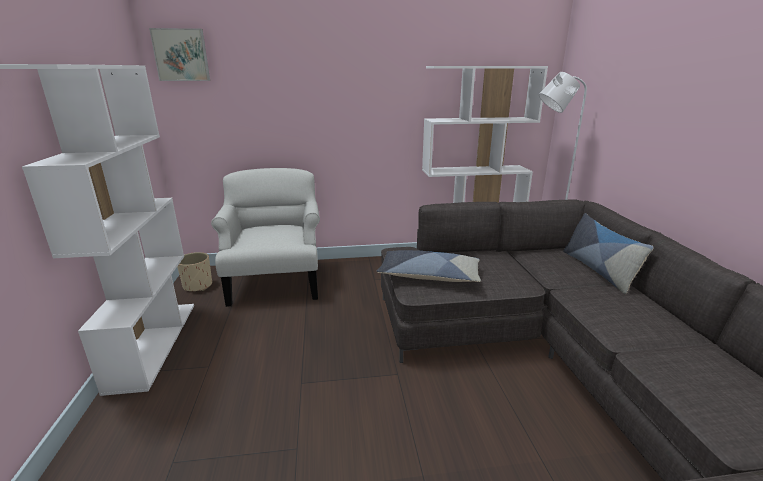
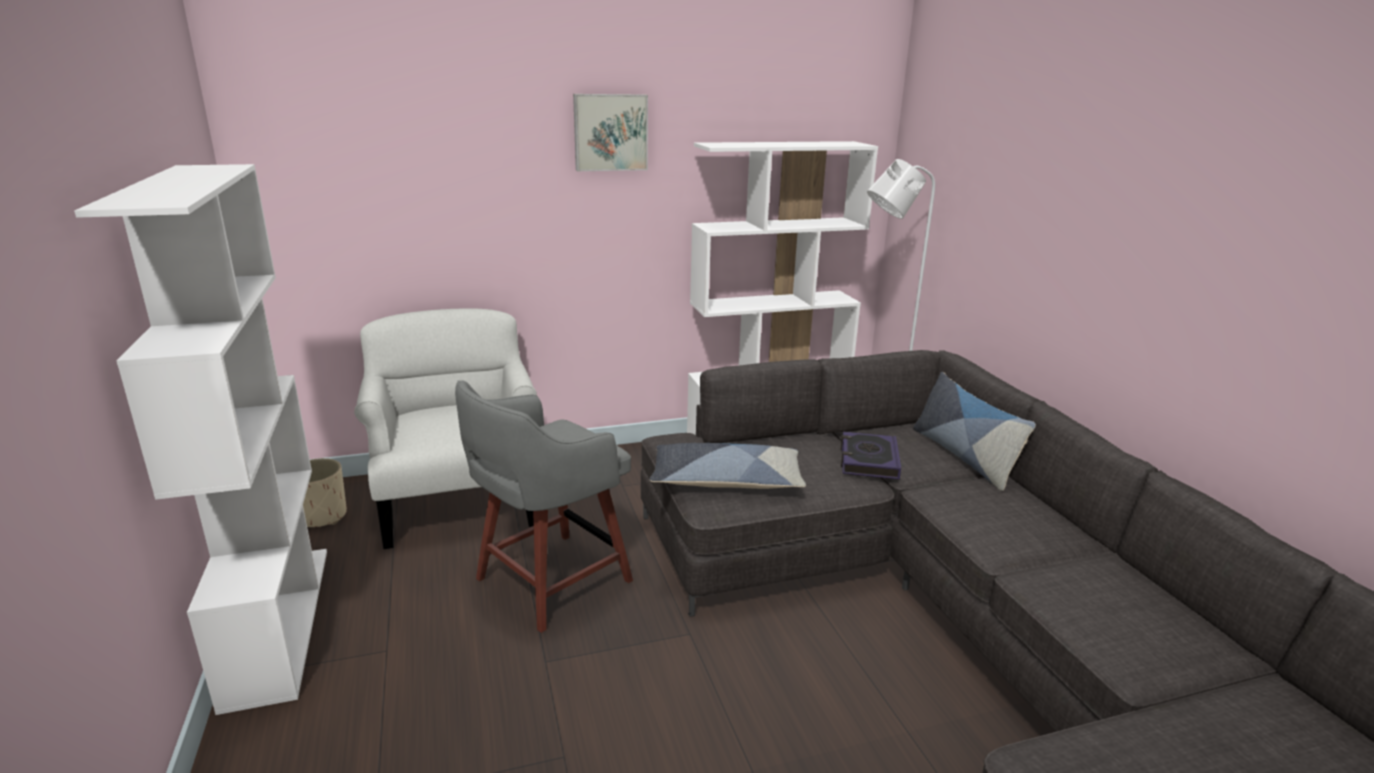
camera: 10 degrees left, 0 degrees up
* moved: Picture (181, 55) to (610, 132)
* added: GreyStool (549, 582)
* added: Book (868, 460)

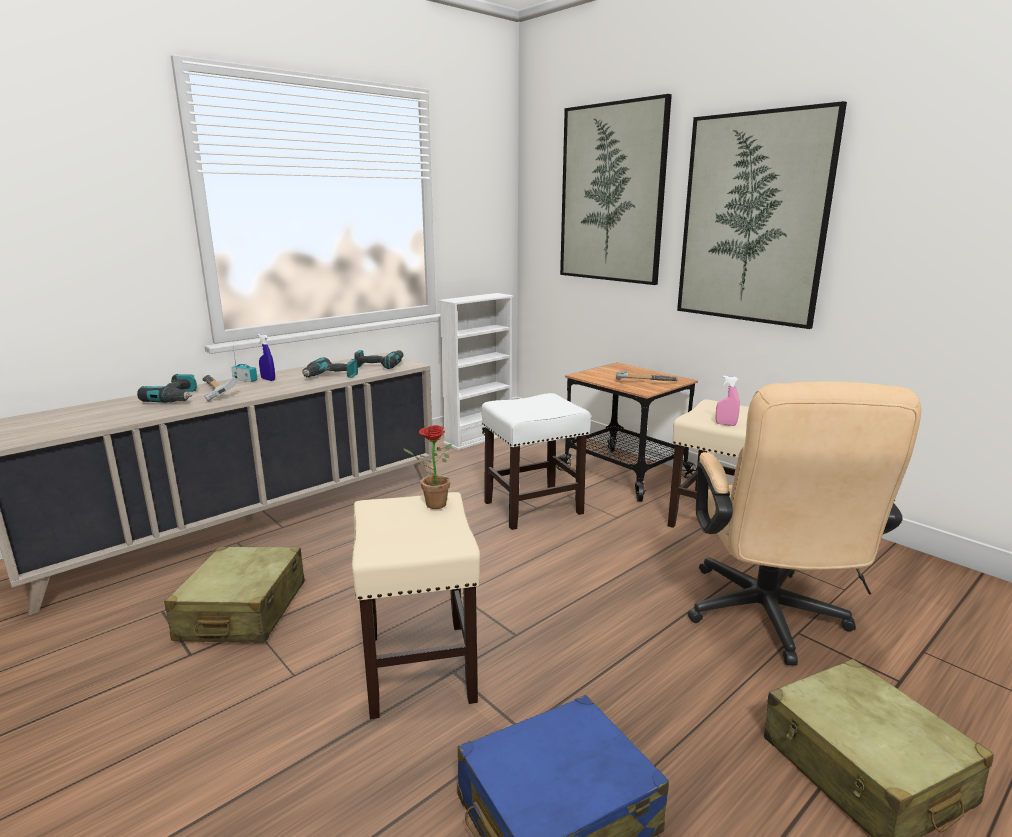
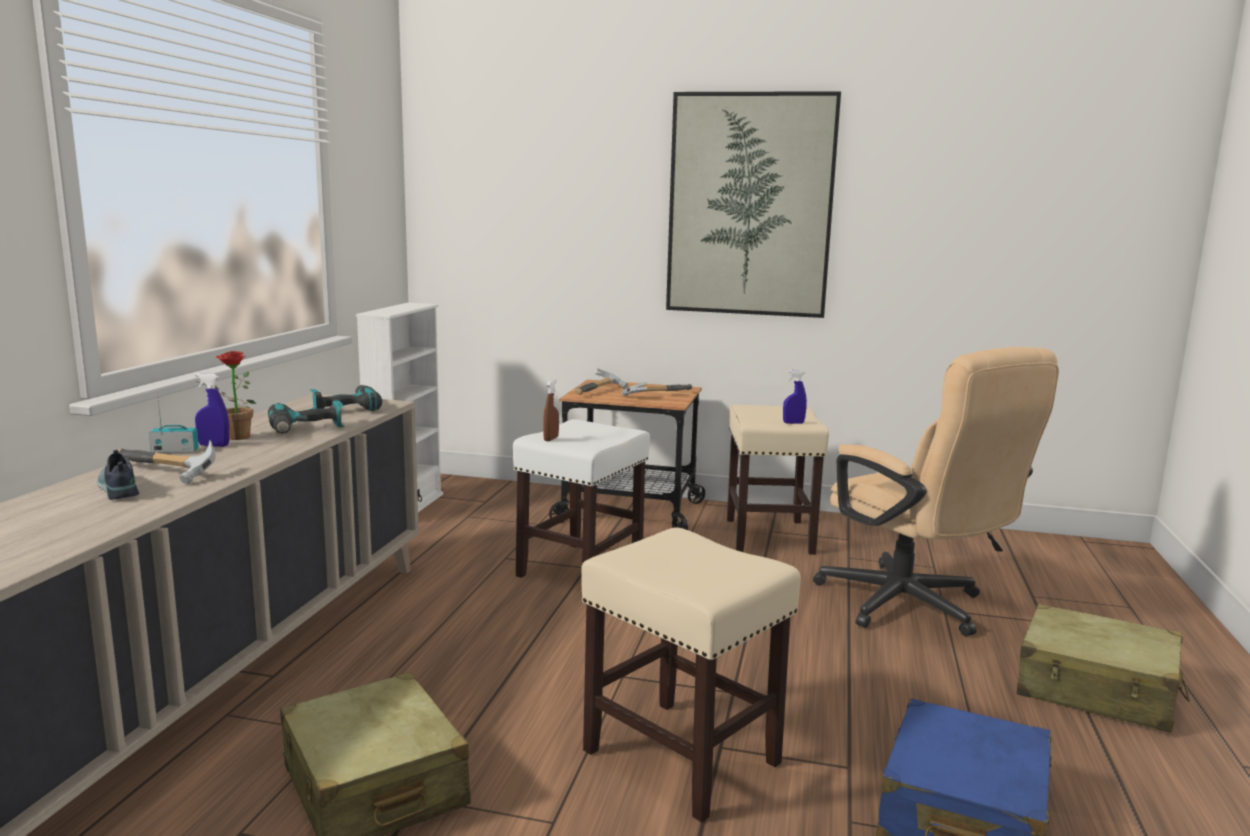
camera: 35 degrees left, 5 degrees down
* replaced: PowerDrill (177, 398) to Shoe (117, 489)
* moved: PottedPlant (431, 504) to (233, 437)
* removed: Picture (611, 194)
* recoloured: PinkSprayBottle (725, 424) to BlueSprayBottle (793, 423)
* added: BrownSprayBottle (551, 439)
* added: Hammer (601, 392)

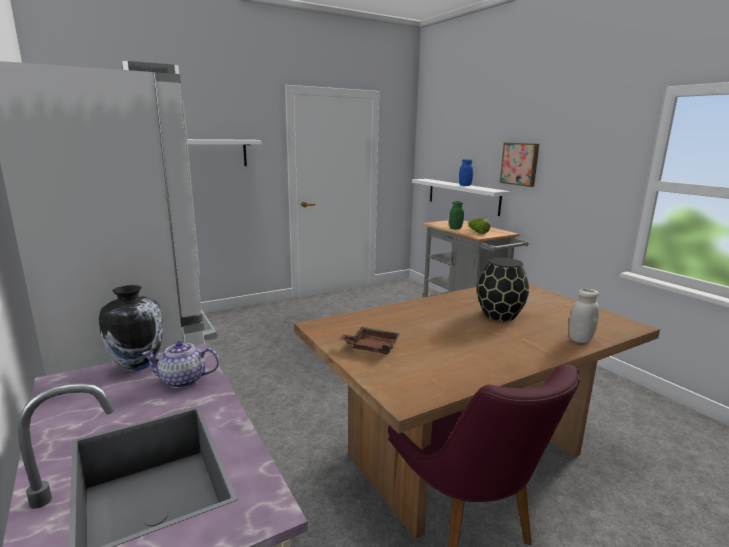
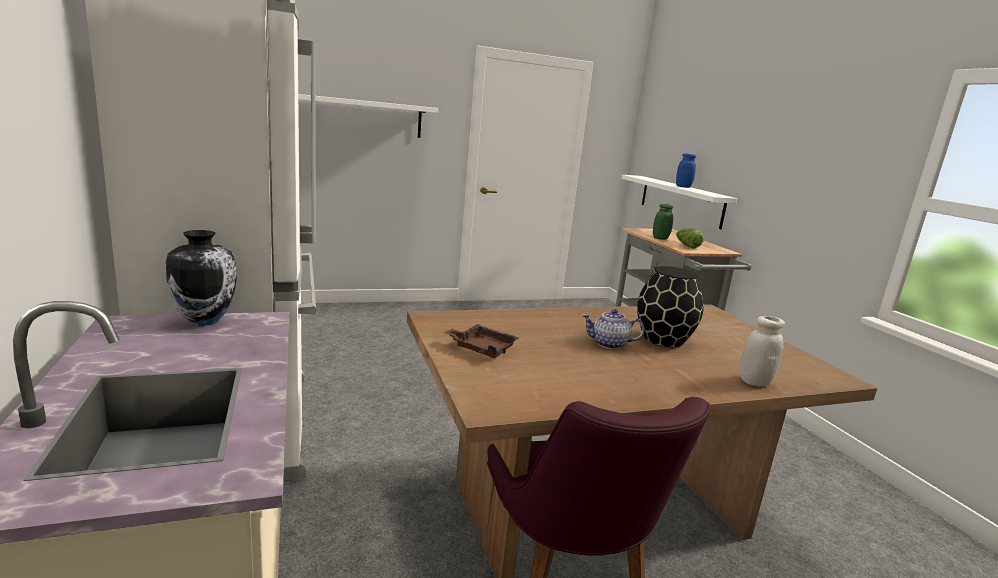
camera: 10 degrees right, 0 degrees up
* moved: Teapot (182, 381) to (609, 344)
* removed: Picture (520, 164)

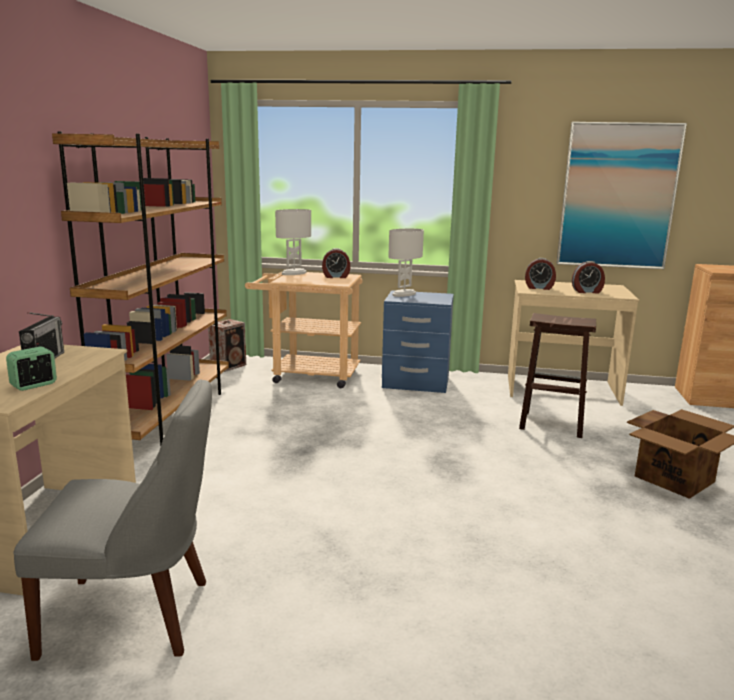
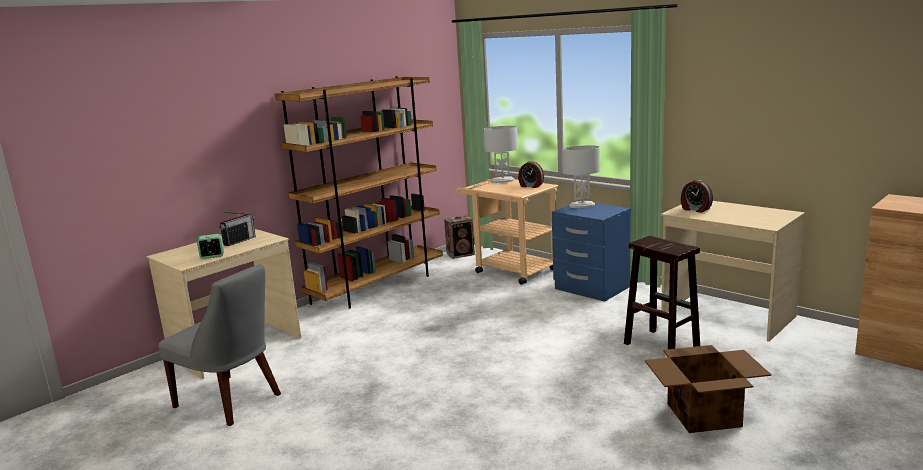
camera: 35 degrees right, 0 degrees up
* removed: Picture (618, 196)
* removed: AlarmClock (587, 291)

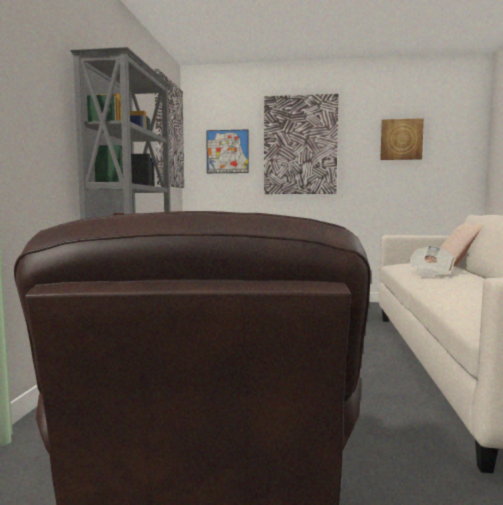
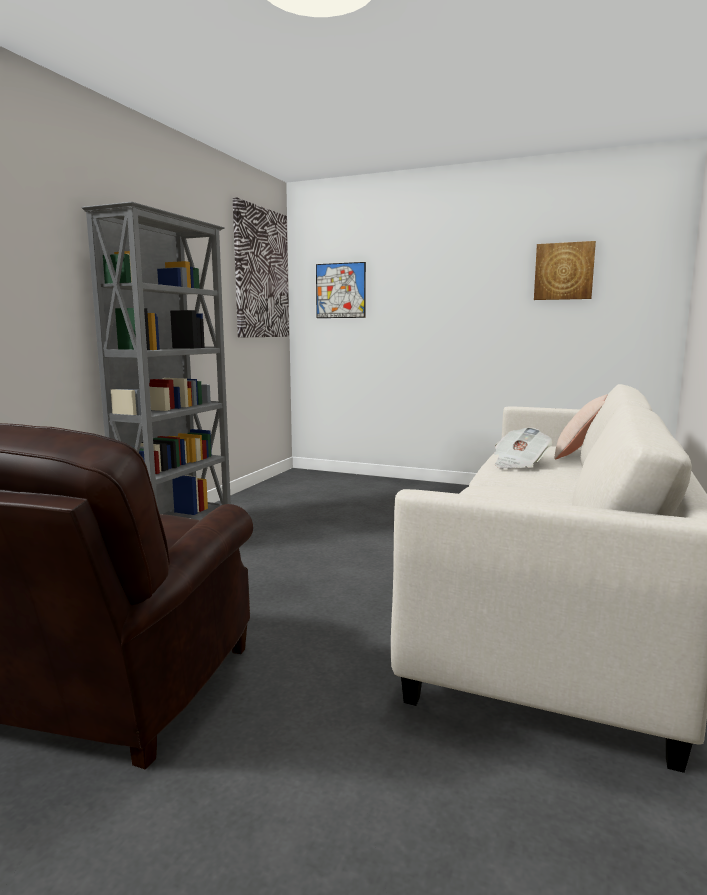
camera: 15 degrees right, 5 degrees up
* removed: Picture (300, 145)

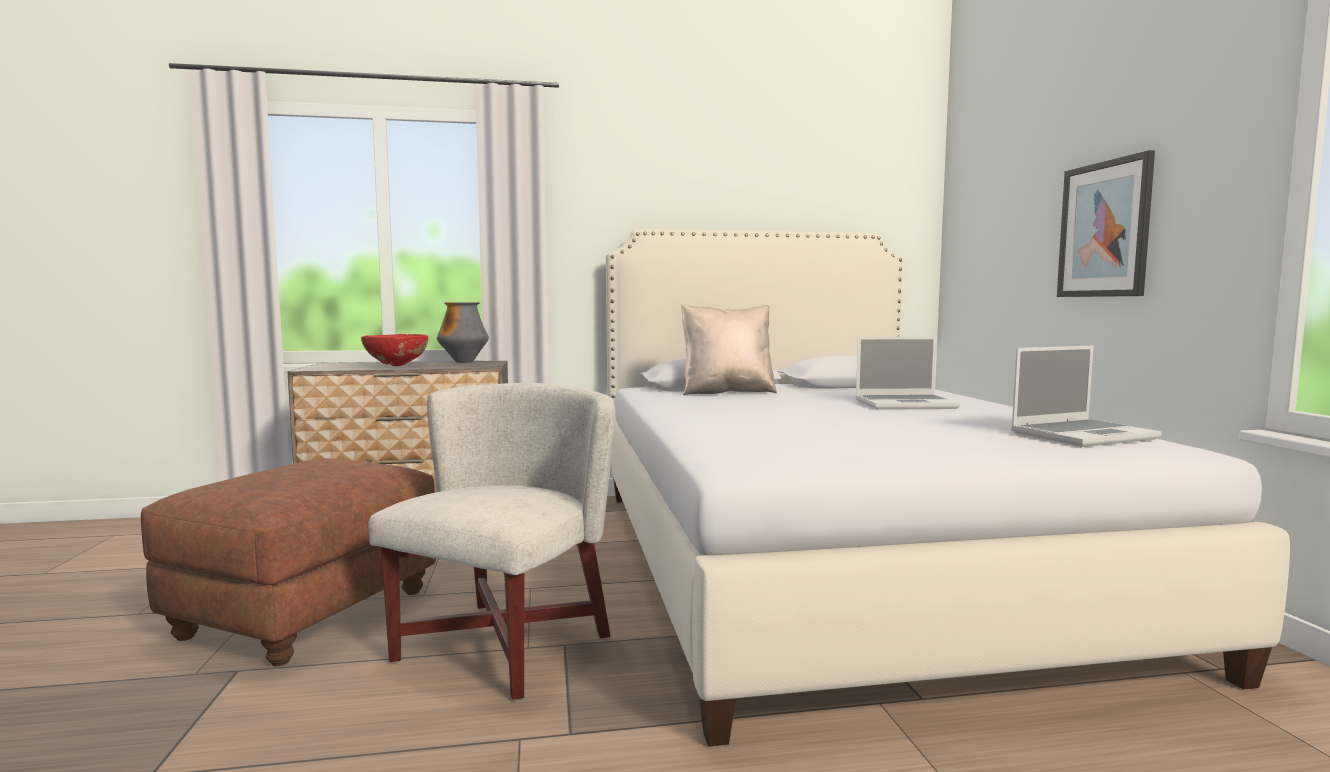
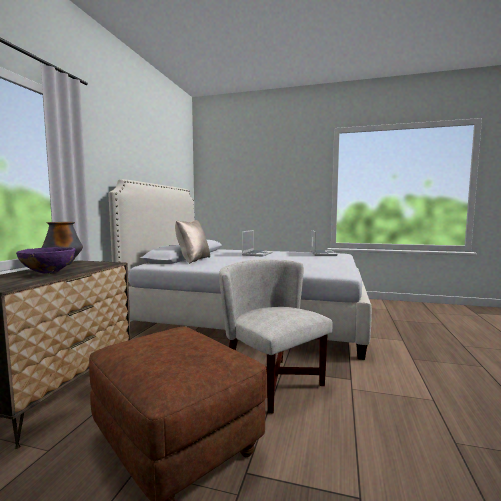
camera: 65 degrees left, 0 degrees up
* recoloured: RedBowl (396, 366) to PurpleBowl (48, 273)
* removed: Picture (1104, 229)

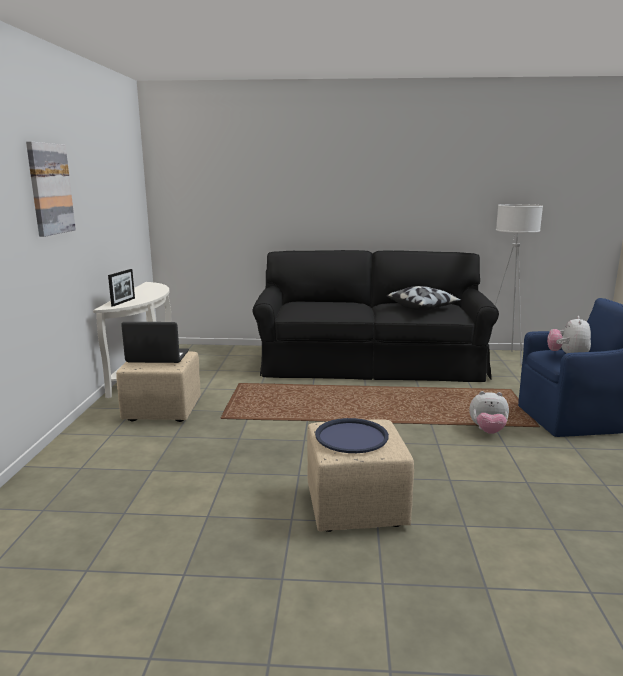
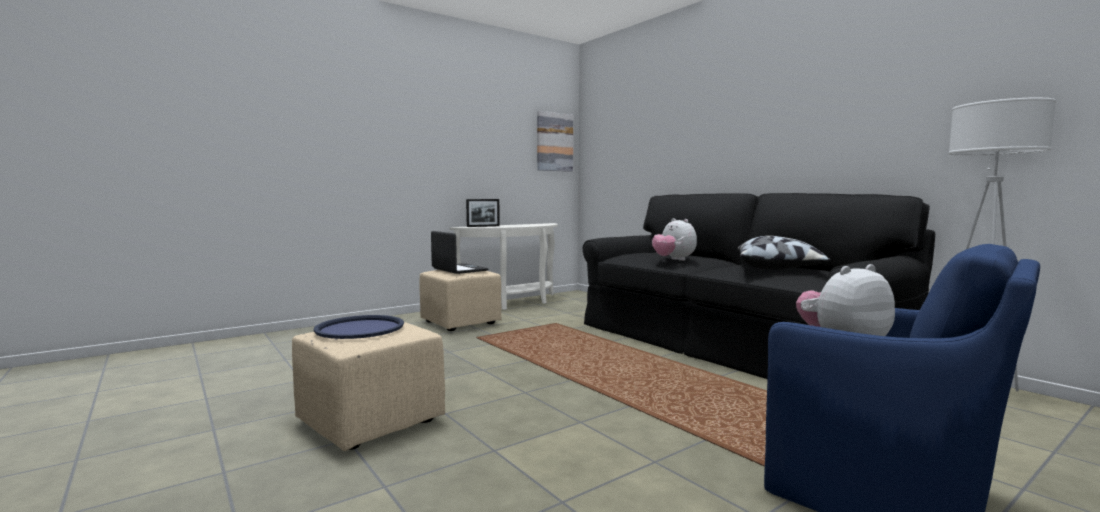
camera: 50 degrees right, 10 degrees down
* moved: Picture (50, 189) to (554, 142)
* moved: PlushToy (487, 431) to (673, 260)

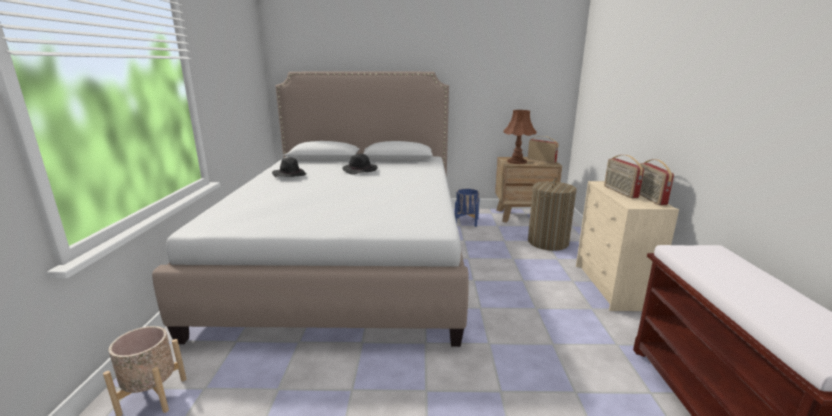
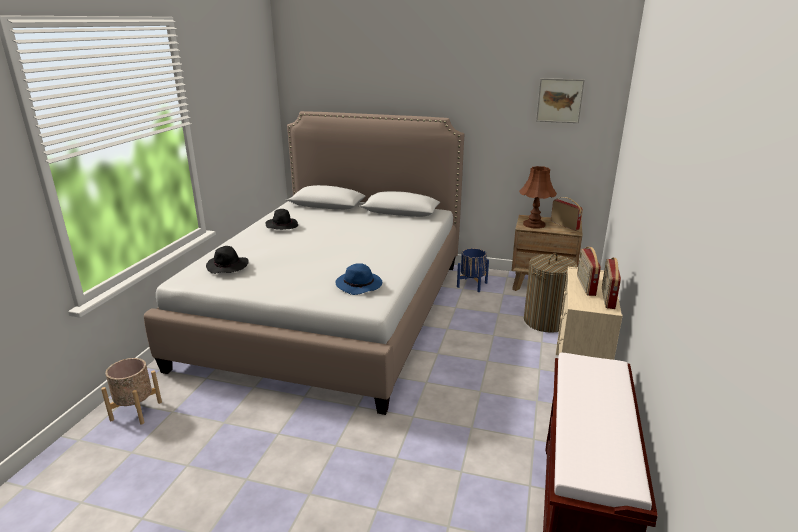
camera: 15 degrees right, 5 degrees up
* moved: BlackHat (360, 171) to (228, 267)
* added: BlueHat (359, 285)
* added: Picture (559, 100)

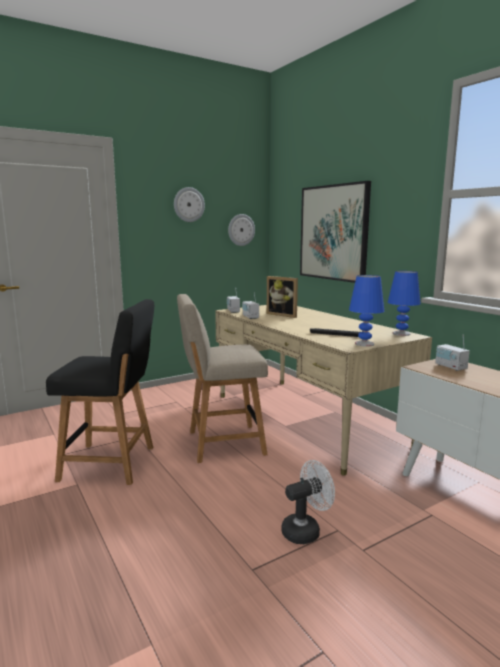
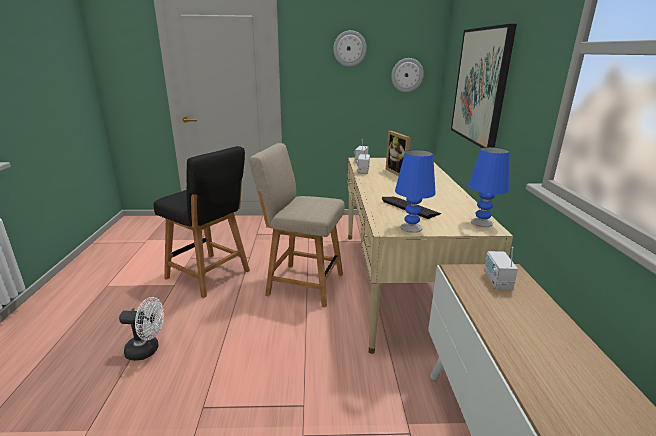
camera: 30 degrees right, 10 degrees up
* moved: WhiteFan (306, 530) to (147, 350)

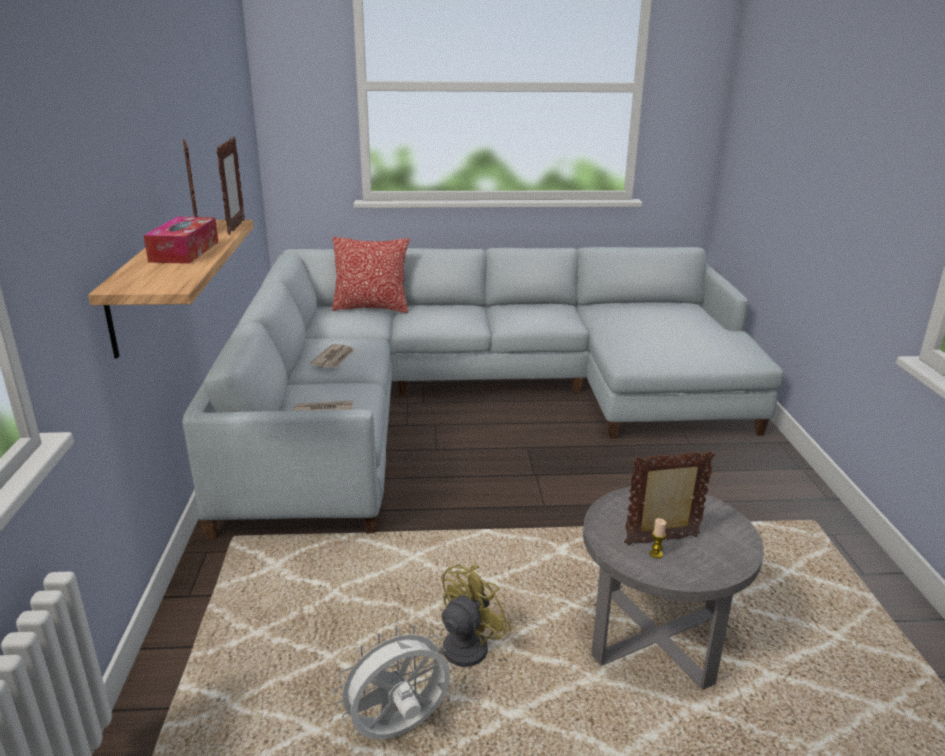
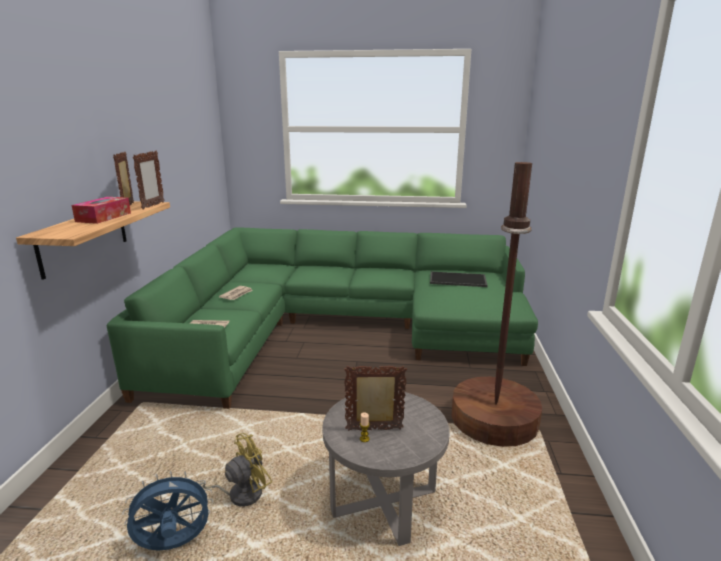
camera: 10 degrees right, 5 degrees down
* recoloured: GreySofa (475, 398) to GreenSofa (338, 327)
* removed: Pillow (371, 308)
* recoloured: WhiteFan (398, 730) to BlueFan (174, 546)
* added: Tray (457, 280)
* added: BrownFloorLamp (494, 419)

